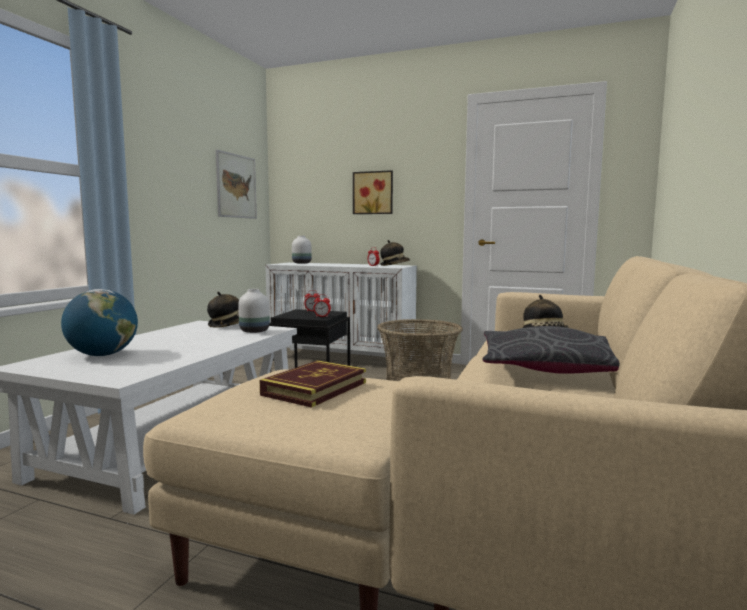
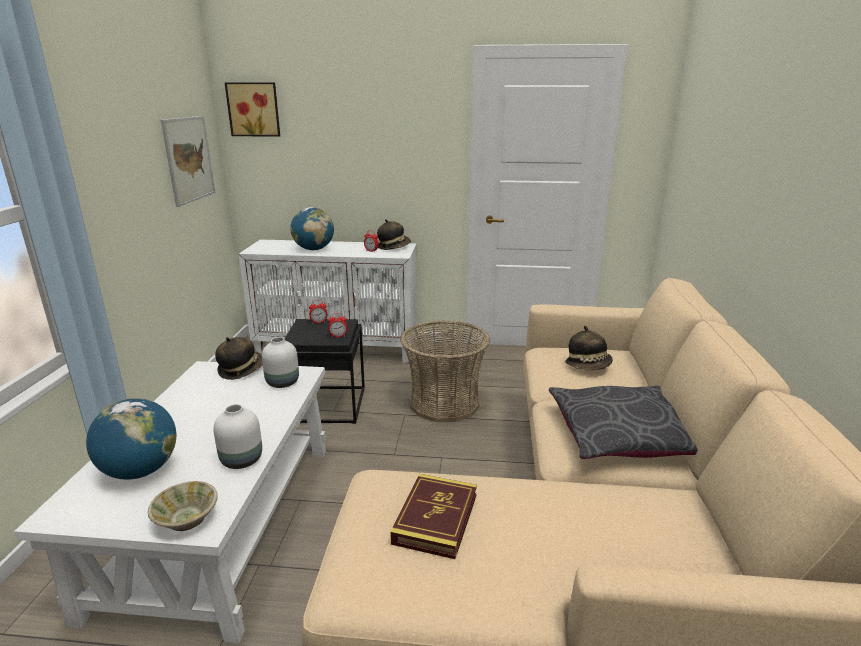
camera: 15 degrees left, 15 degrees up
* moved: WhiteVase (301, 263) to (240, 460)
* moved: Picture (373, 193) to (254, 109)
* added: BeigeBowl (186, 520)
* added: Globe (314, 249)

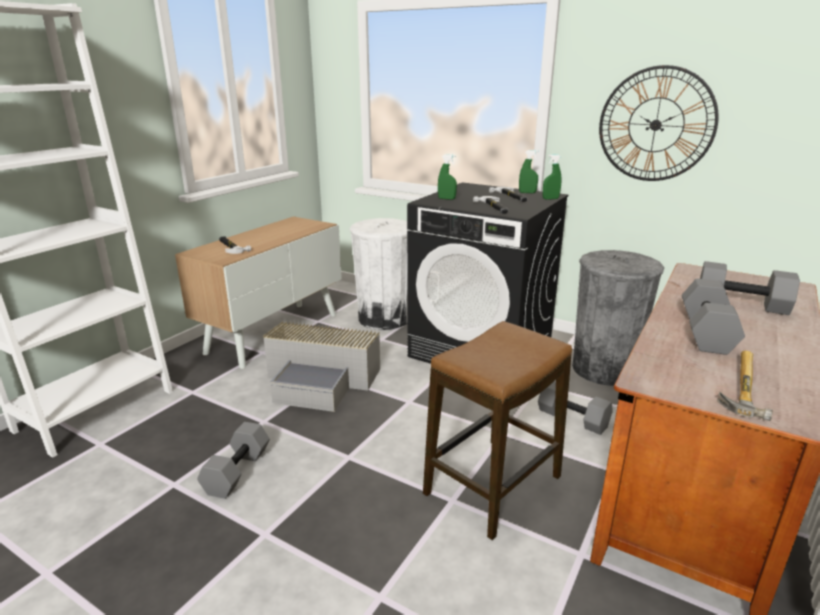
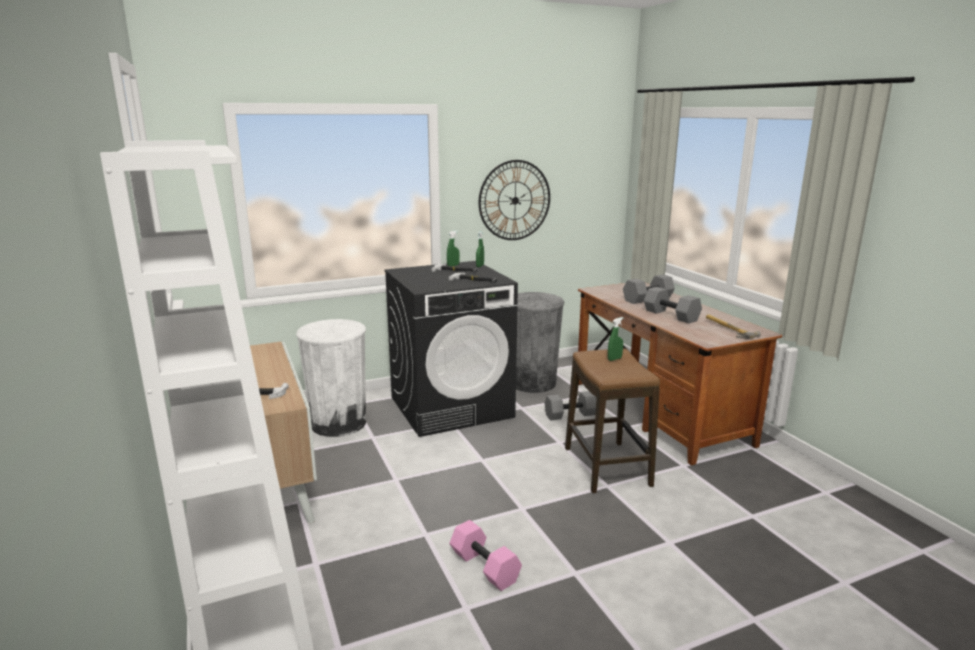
camera: 55 degrees left, 5 degrees down
* recoloured: GreyDumbbell (236, 471) to PinkDumbbell (483, 567)
* removed: GreyStorageBox (322, 380)
* moved: GreenSprayBottle (446, 199) to (614, 359)

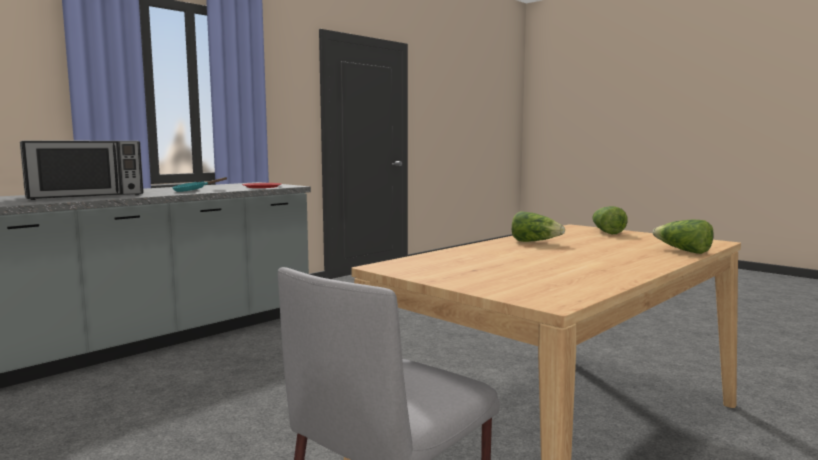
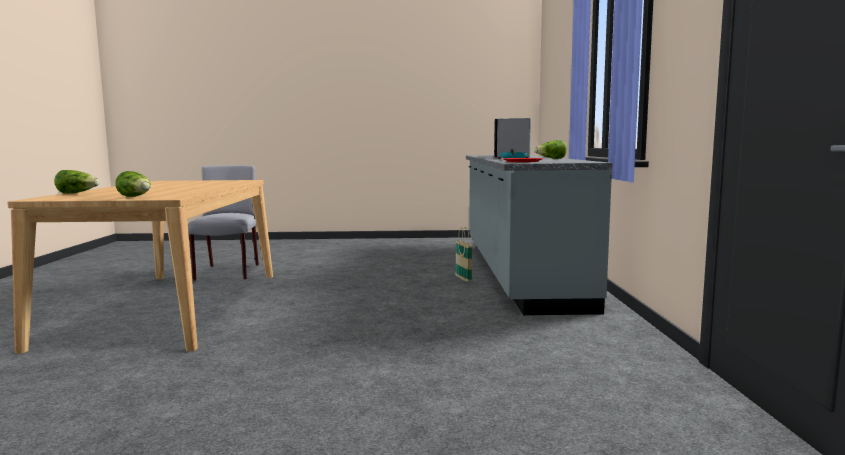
camera: 135 degrees right, 0 degrees up
* moved: Lettuce (535, 242) to (551, 158)
* added: Basket (463, 279)

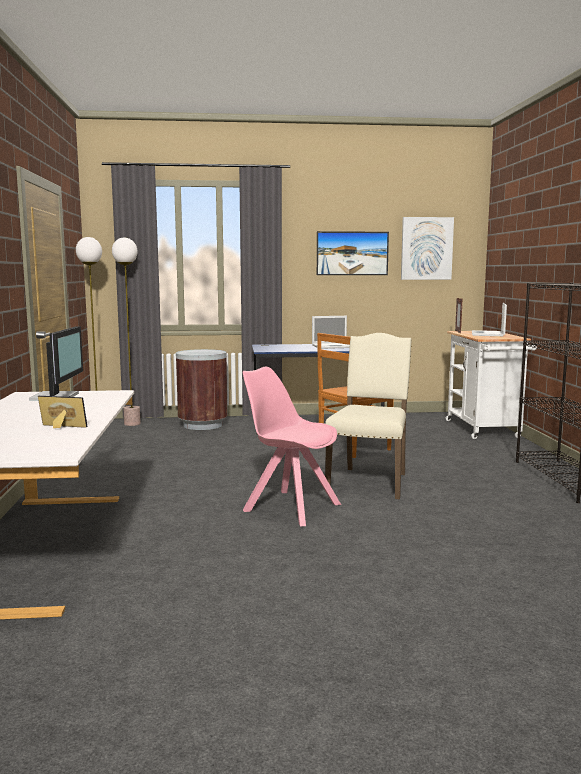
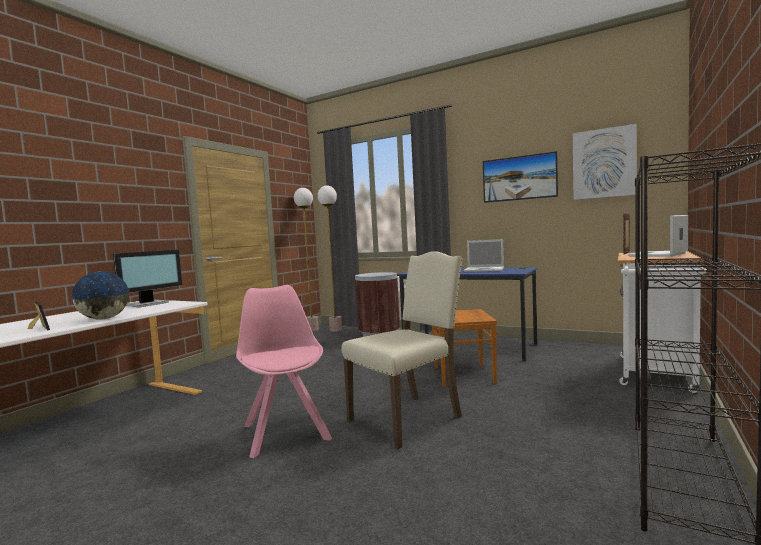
camera: 35 degrees right, 5 degrees down
* added: Globe (103, 319)

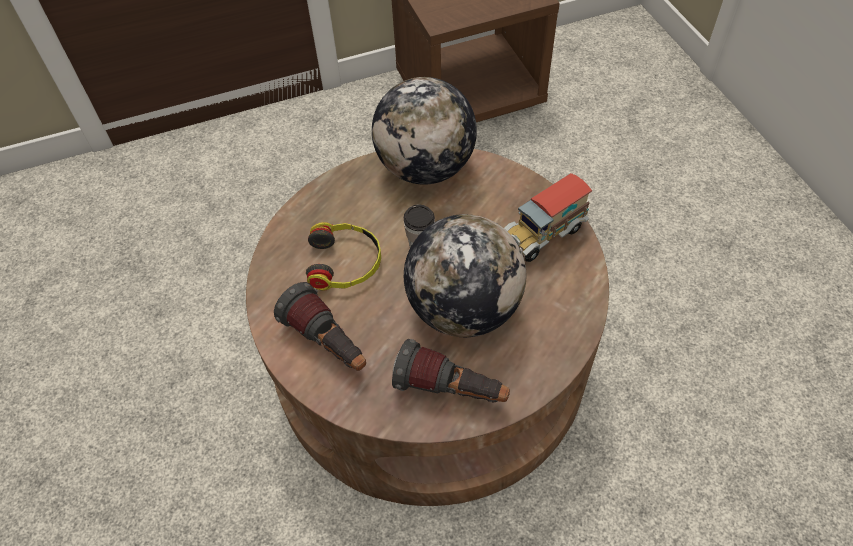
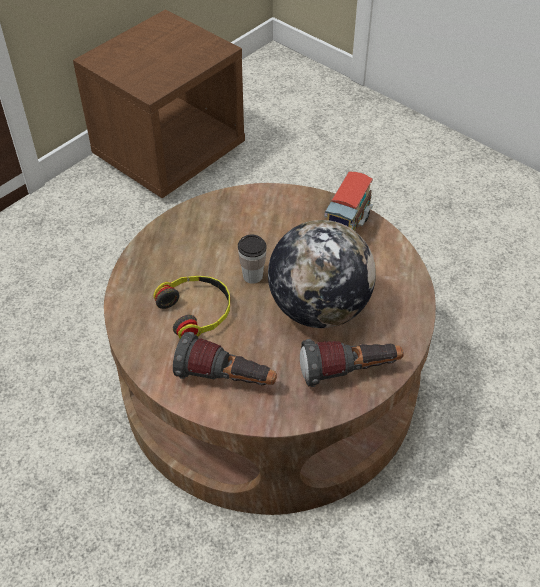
camera: 30 degrees left, 5 degrees down
* removed: Globe (426, 168)

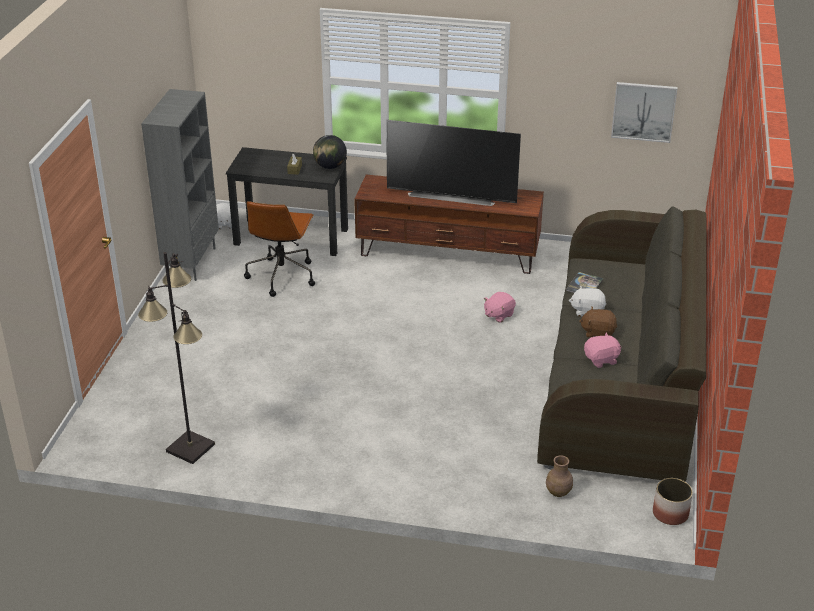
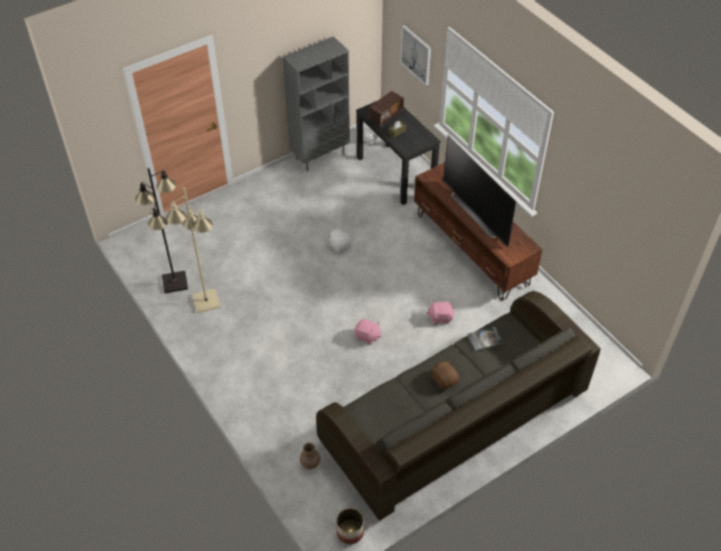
camera: 45 degrees right, 15 degrees up
* removed: BrownOfficeChair (282, 275)
* removed: Globe (330, 166)
* moved: WhitePlushToy (587, 311) to (340, 245)
* moved: PinkPlushToy (601, 360) to (367, 336)
* moved: Picture (643, 111) to (416, 54)
* added: BeigeFloorLamp (206, 301)
* added: Radio (386, 116)

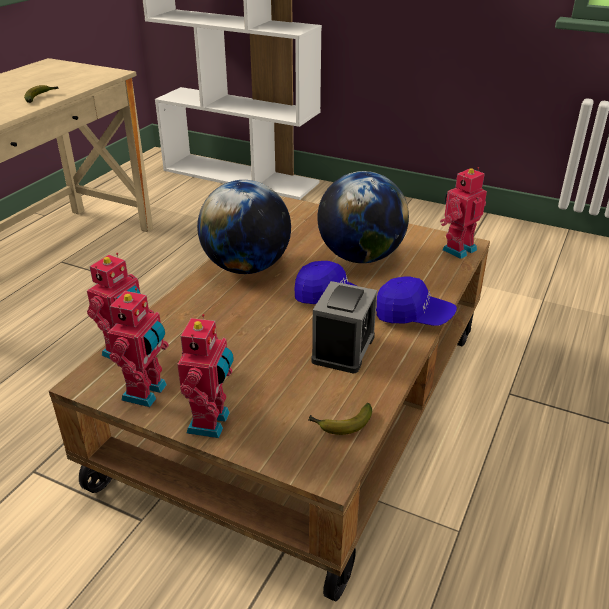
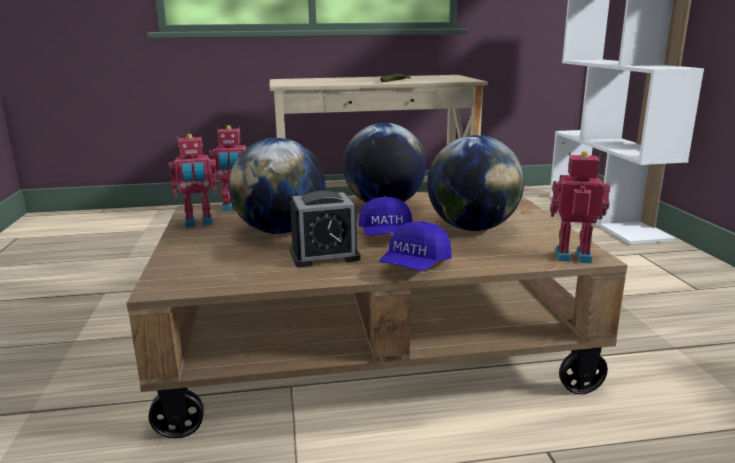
camera: 55 degrees right, 15 degrees down
* removed: ToyRobot (211, 423)
* removed: Banana (341, 424)
* turned: BlueCap (413, 316) = (415, 266) 45 degrees clockwise
* added: Globe (280, 231)

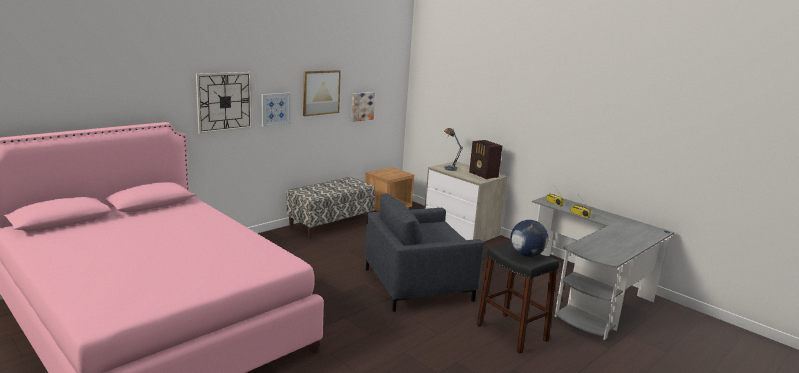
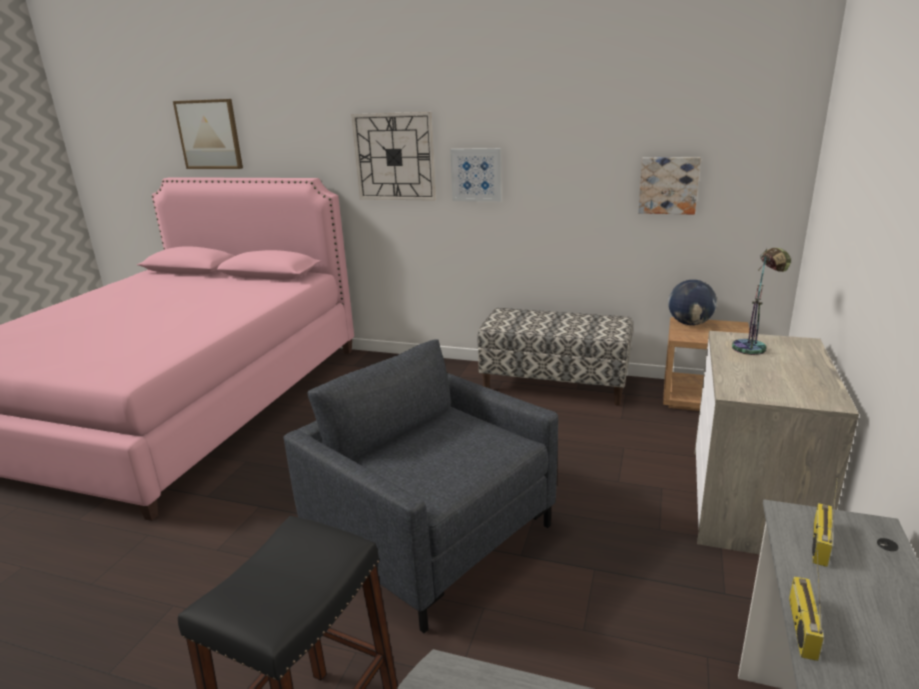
camera: 65 degrees right, 5 degrees up
* moved: Picture (320, 92) to (209, 134)
* removed: Radio (483, 175)
* moved: Globe (526, 255) to (690, 323)

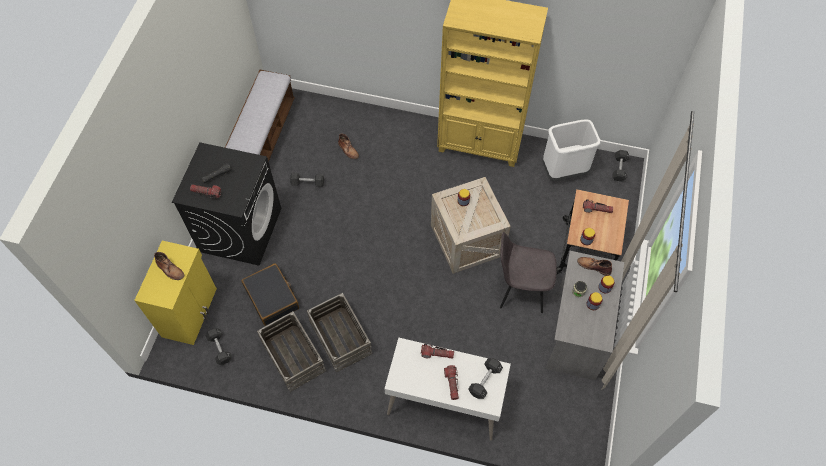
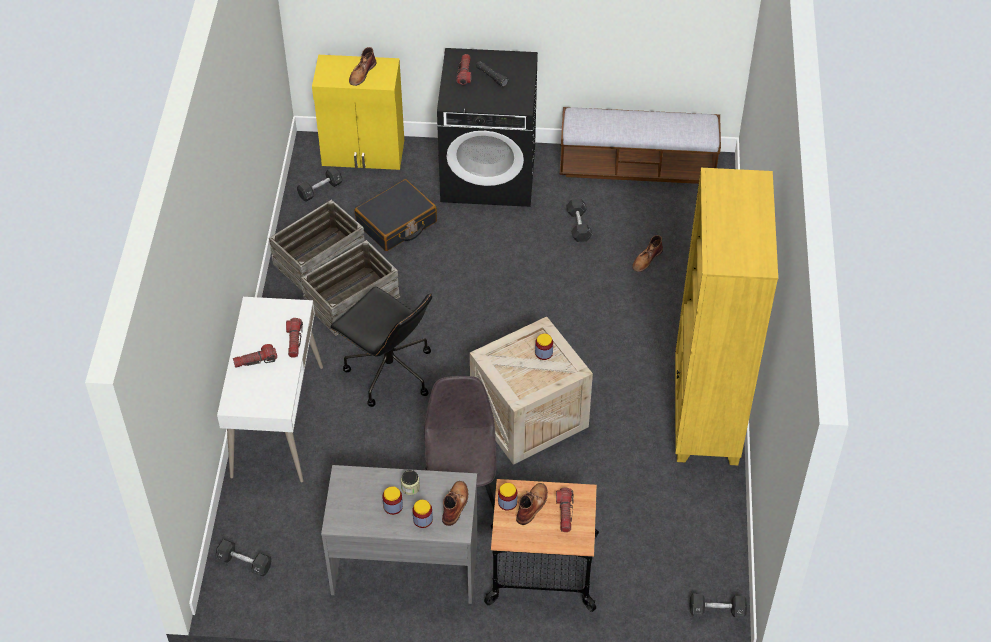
camera: 80 degrees right, 10 degrees down
* moved: BlackDumbbell (485, 380) to (244, 563)
* removed: WhiteTrashCan (564, 171)
* added: BlackOfficeChair (388, 371)
* added: BrownBoot (532, 505)

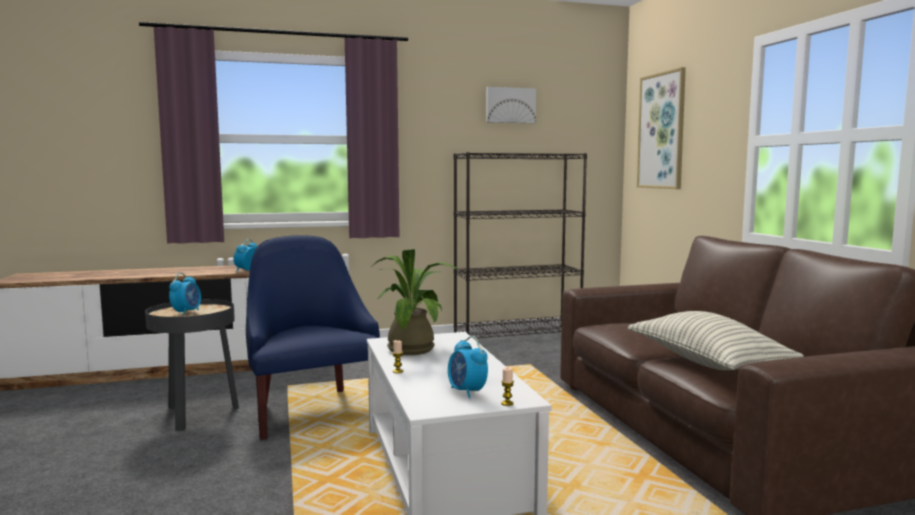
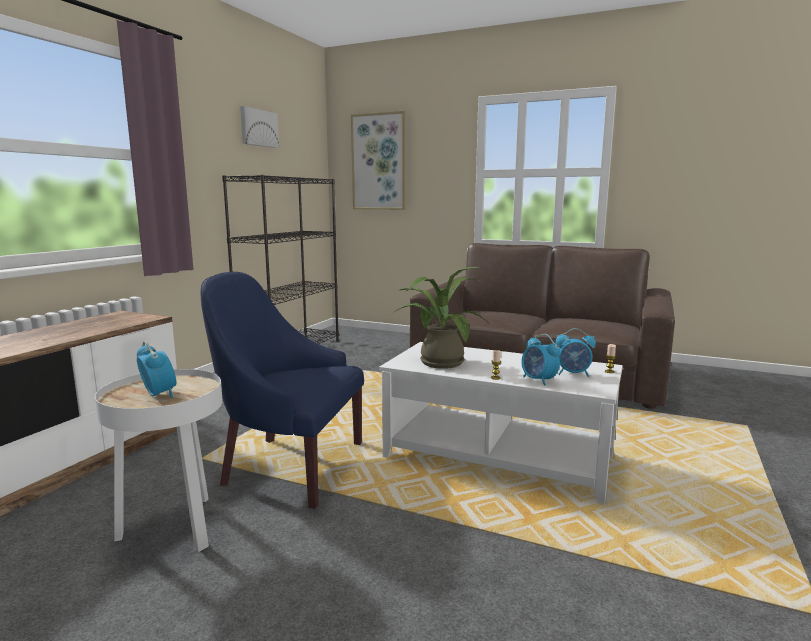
camera: 50 degrees left, 5 degrees up
* recoloured: BlackSideTable (197, 414) to WhiteSideTable (174, 527)
* moved: AlarmClock (246, 270) to (538, 380)
* removed: Pillow (706, 363)

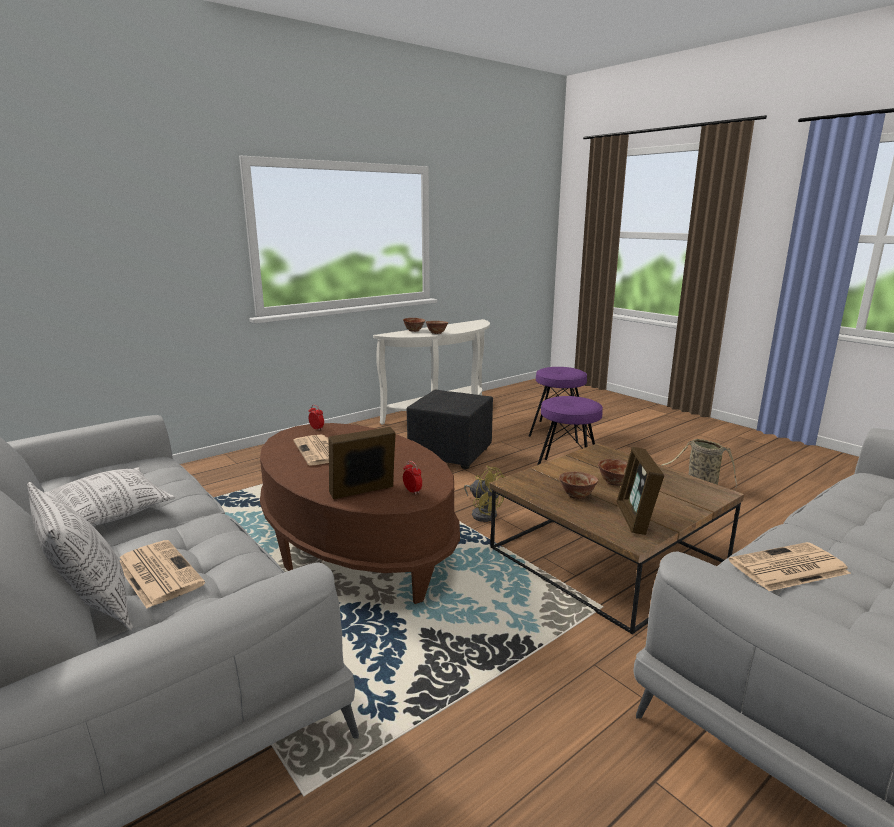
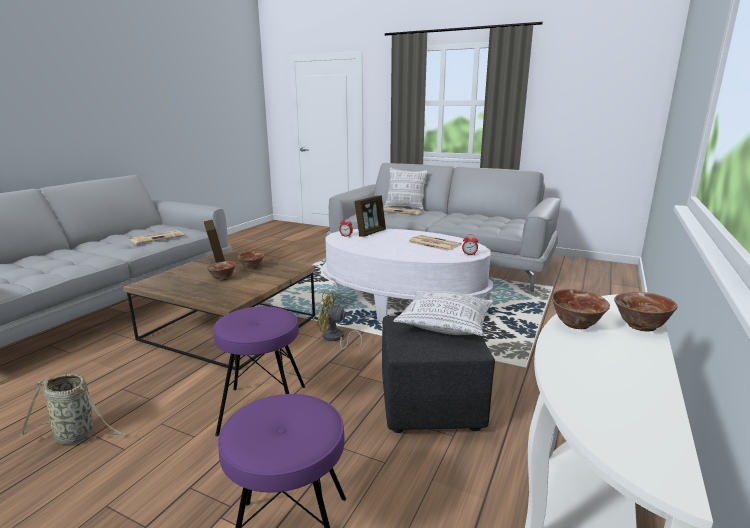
camera: 155 degrees right, 0 degrees up
* moved: Pillow (108, 513) to (445, 324)
* recoloured: BrownCoffeeTable (356, 544) to WhiteCoffeeTable (402, 302)

